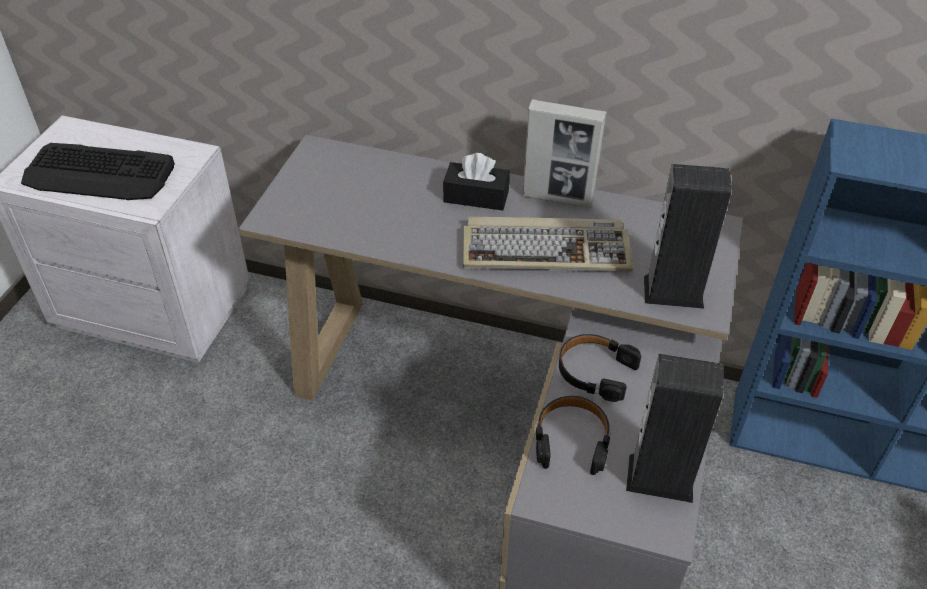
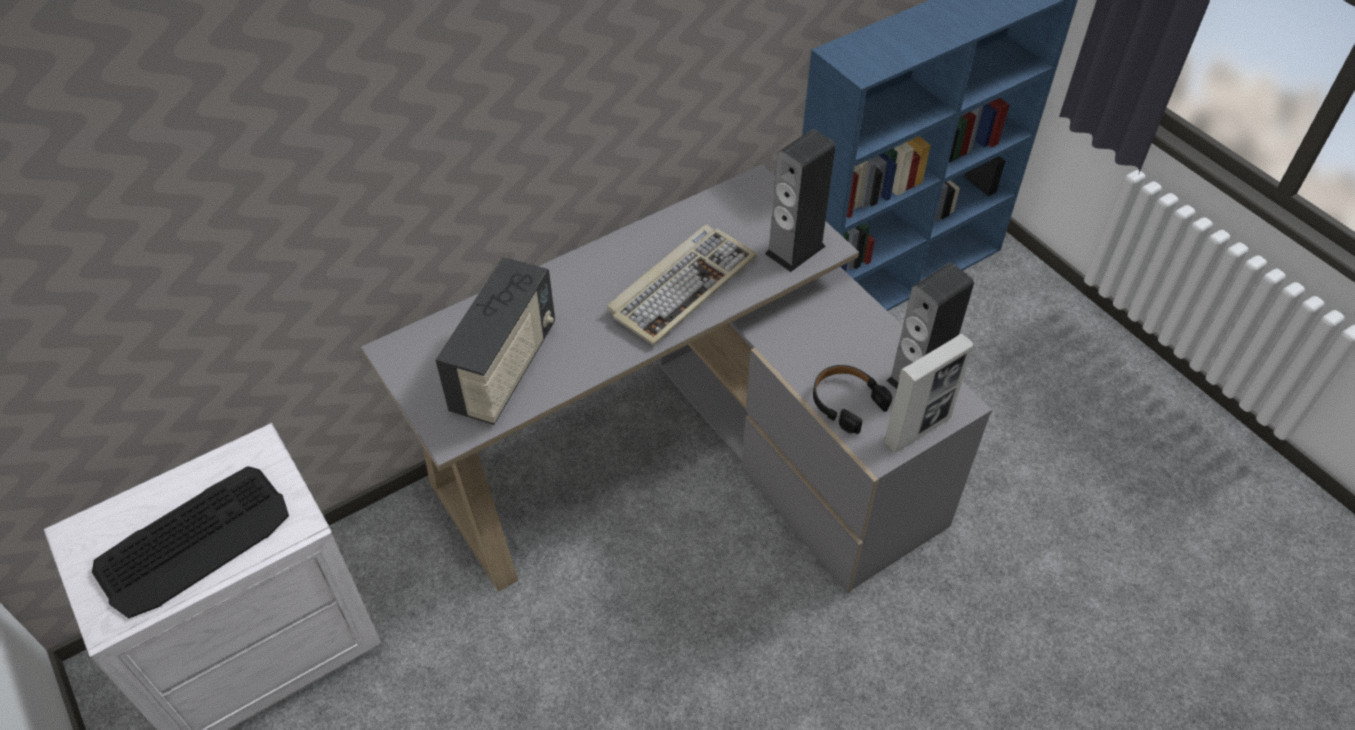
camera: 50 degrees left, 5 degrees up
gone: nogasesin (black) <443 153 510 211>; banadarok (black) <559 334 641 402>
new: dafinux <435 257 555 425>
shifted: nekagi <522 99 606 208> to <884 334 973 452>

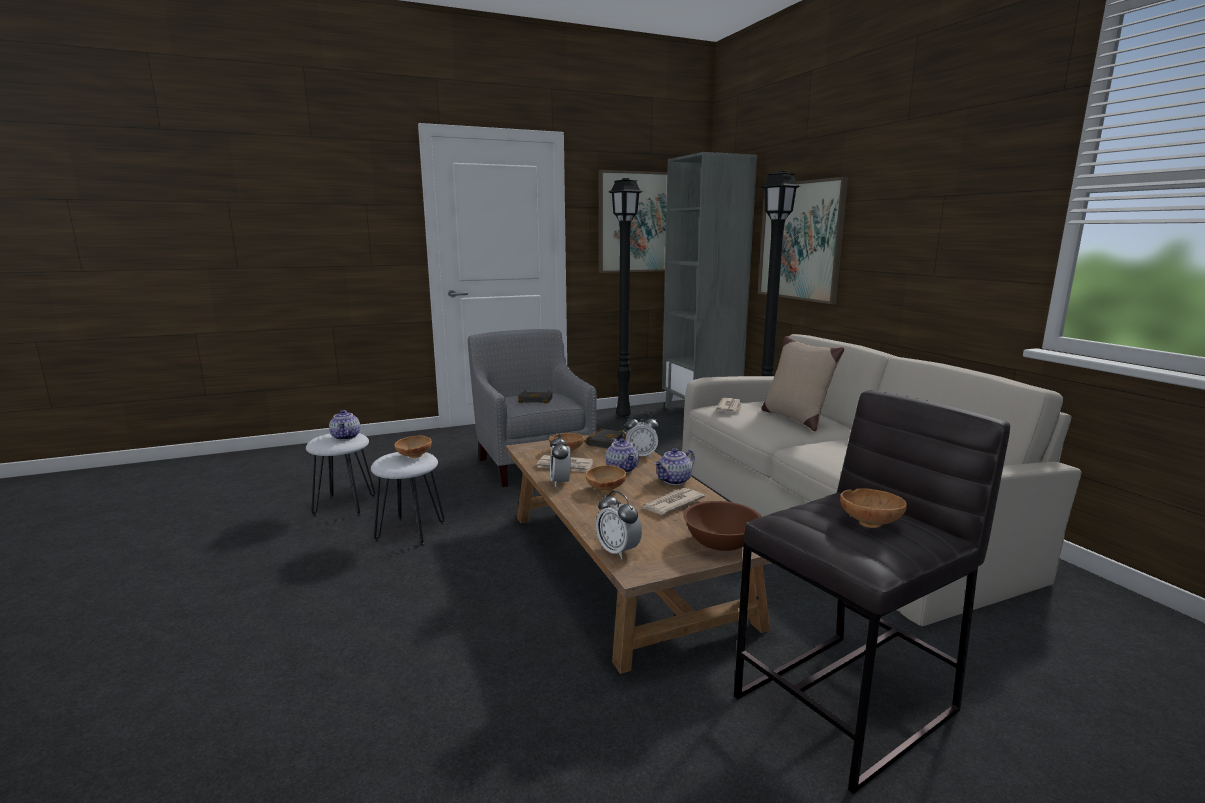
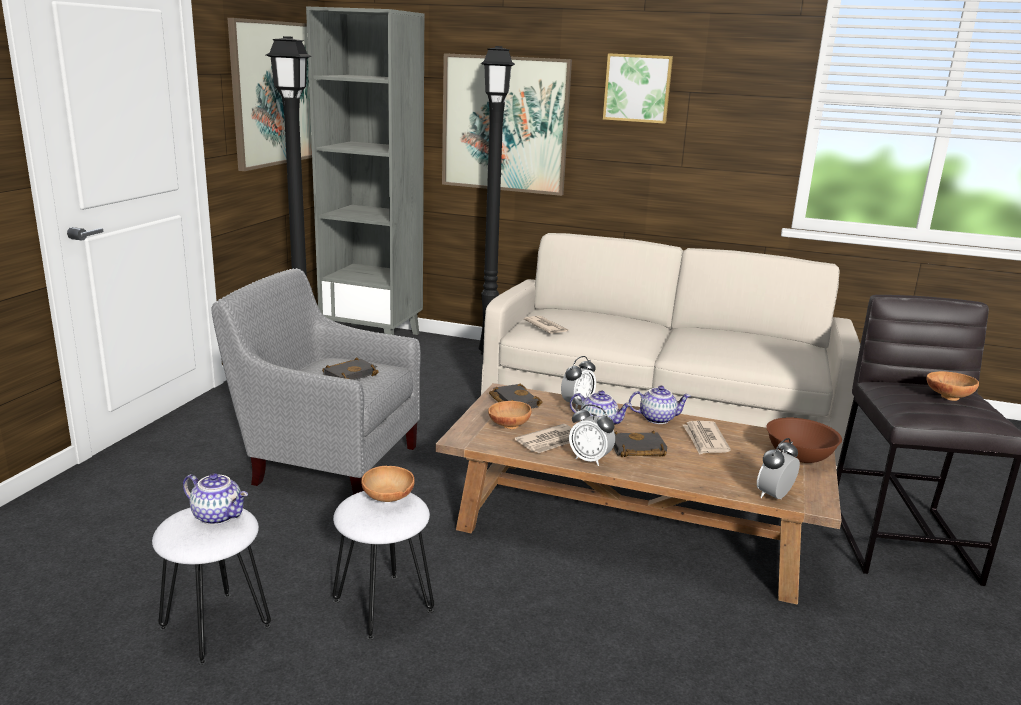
camera: 50 degrees left, 5 degrees up
gone: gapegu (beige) <762 336 845 431>
new: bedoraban <603 53 673 124>
swapped: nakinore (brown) <586 465 626 492> to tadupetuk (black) <613 430 667 457>
rotated: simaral <654 448 695 485> = <629 385 691 424> 90 degrees counterclockwise; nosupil <596 491 642 559> = <757 438 800 499> 135 degrees clockwise

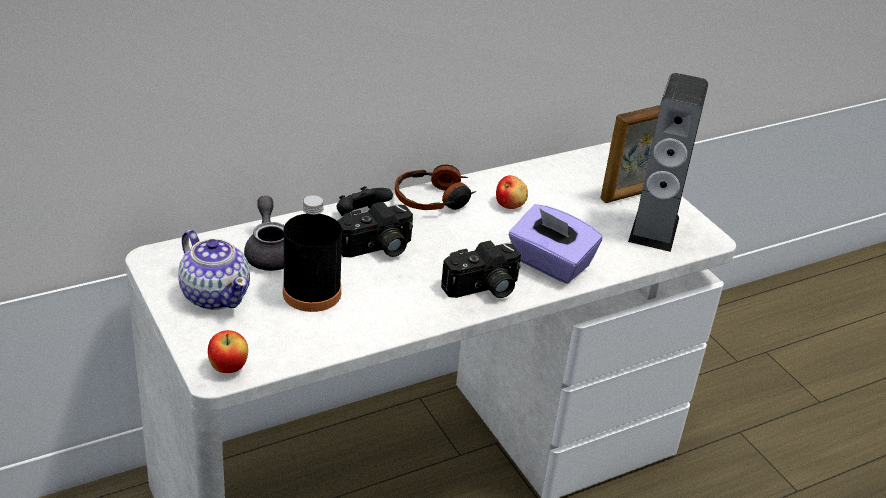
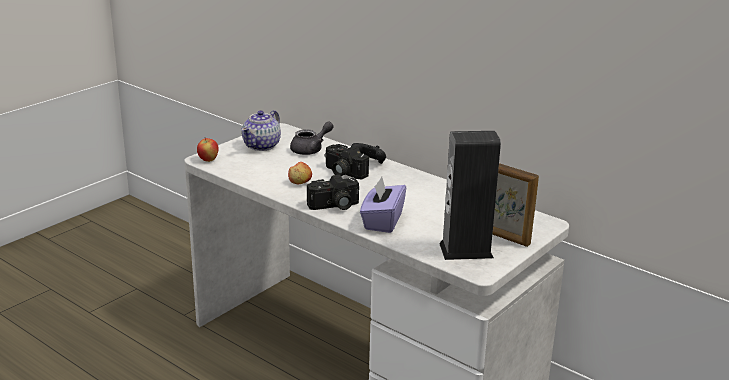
camera: 70 degrees right, 10 degrees down
gone: banadarok <395 165 476 210>; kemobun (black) <283 195 342 312>
shifted: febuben <496 175 528 209> to <288 162 312 184>
rotated: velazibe <441 240 521 298> = <307 175 359 210> 60 degrees counterclockwise

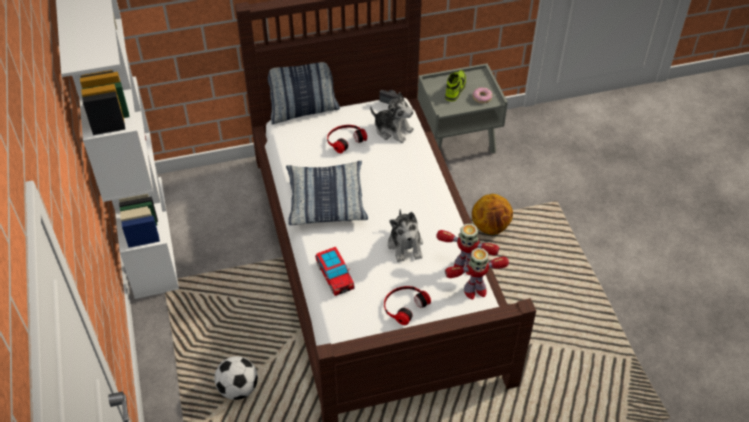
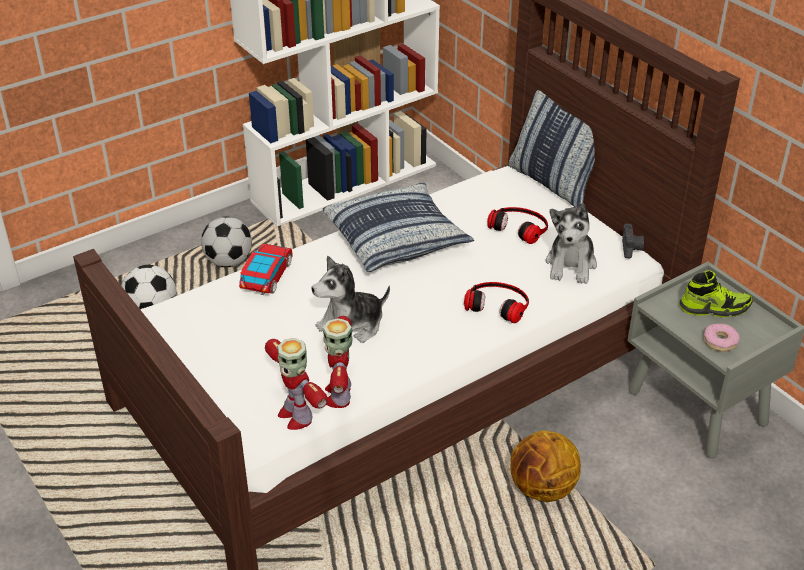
camera: 70 degrees right, 10 degrees down
new: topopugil <201 216 252 267>
shifted: banadarok <384 286 431 325> to <464 282 529 323>
rotated: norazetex <315 247 355 296> = <239 243 293 295> 150 degrees clockwise

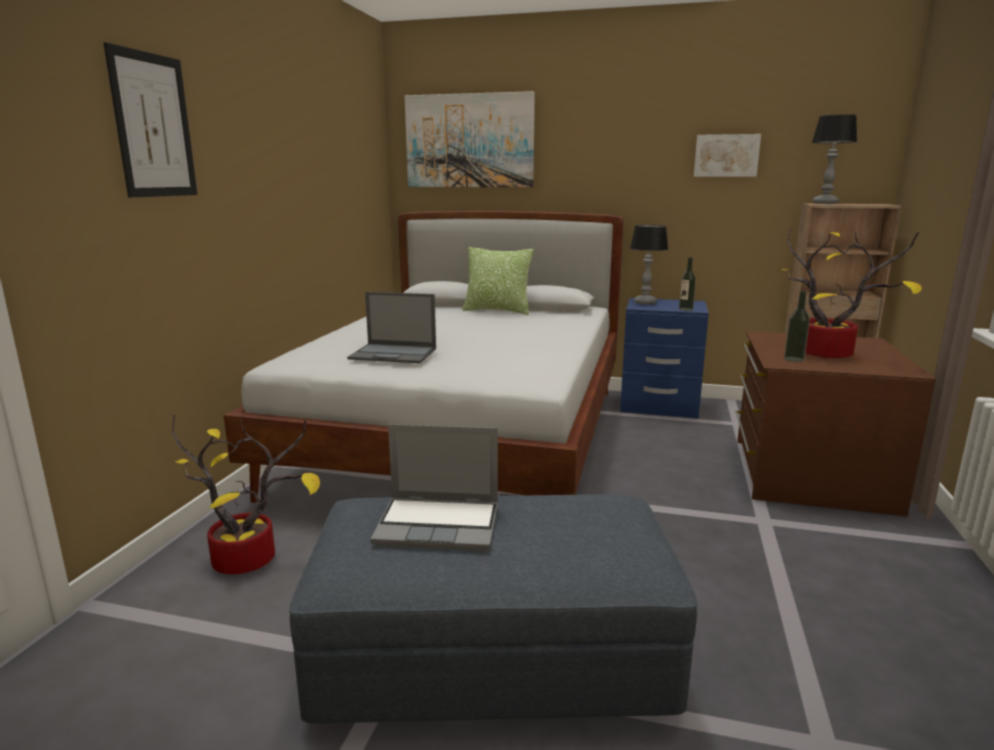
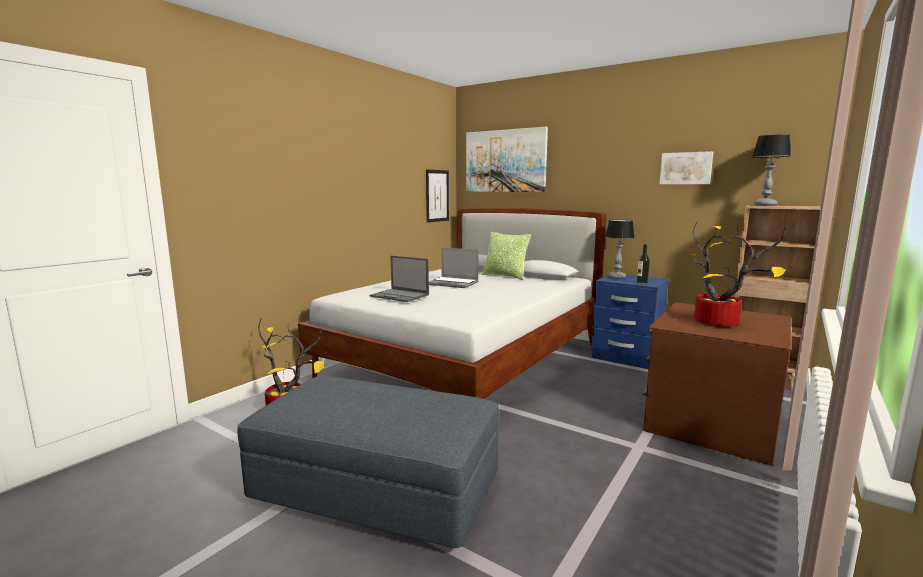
camera: 20 degrees right, 5 degrees down
gone: kemobun <784 291 810 362>
shifted: bedoraban <104 42 198 197> to <426 169 449 223>; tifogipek <370 424 498 551> to <429 247 478 288>

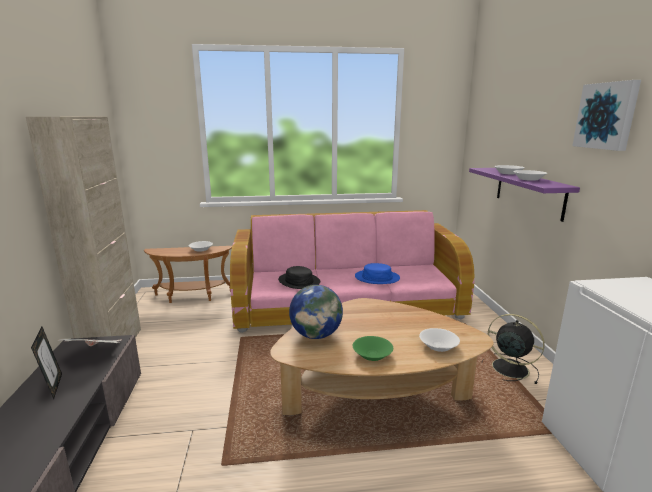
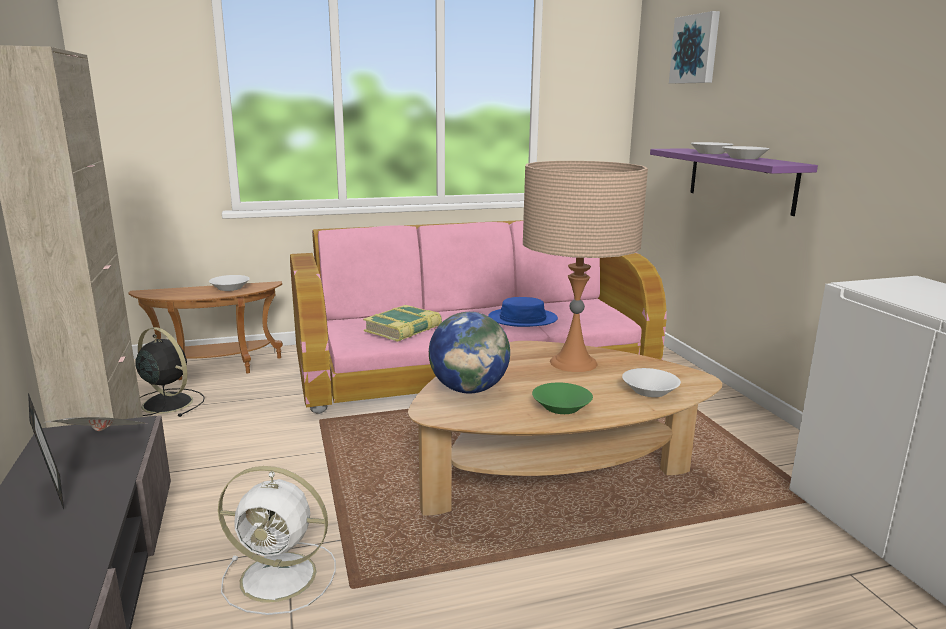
camera: 10 degrees left, 0 degrees up
new: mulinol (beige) <523 161 648 372>; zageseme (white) <218 466 336 615>
shifted: bedoraban <572 80 641 151> to <669 11 720 84>; zageseme (black) <482 314 545 384> to <135 327 205 417>
swapped: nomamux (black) <278 266 320 289> to tadupetuk <363 305 442 342>

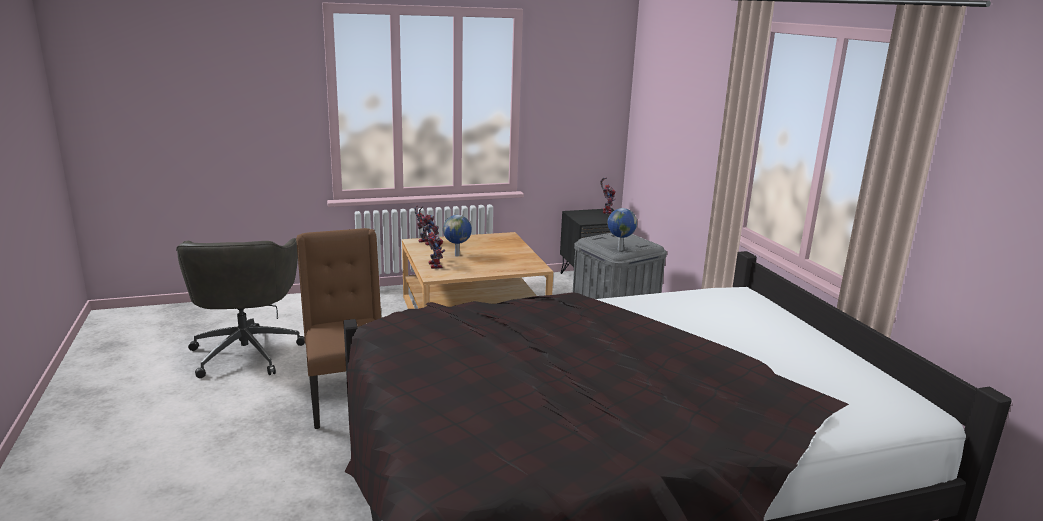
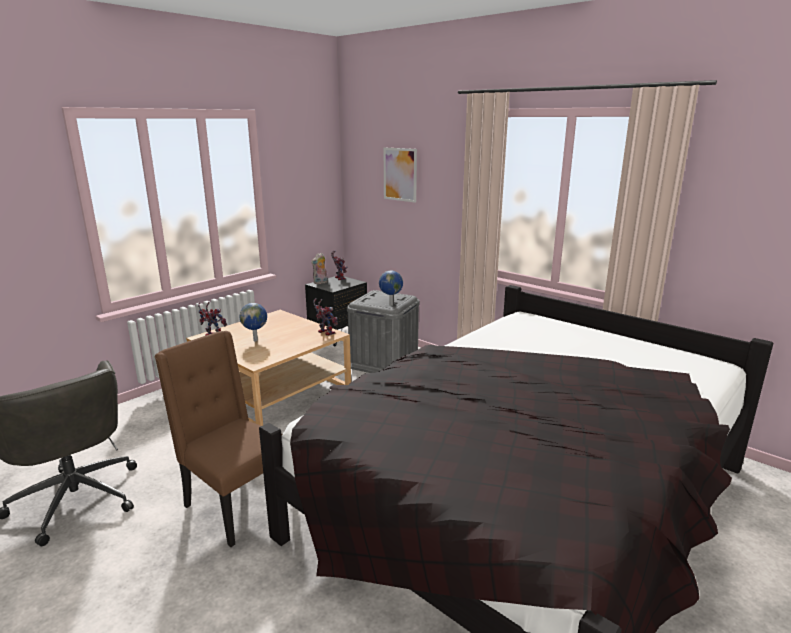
camera: 30 degrees left, 0 degrees up
new: bedoraban <384 147 417 203>; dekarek <311 253 328 284>
shifted: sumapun <424 224 445 269> to <313 298 338 336>

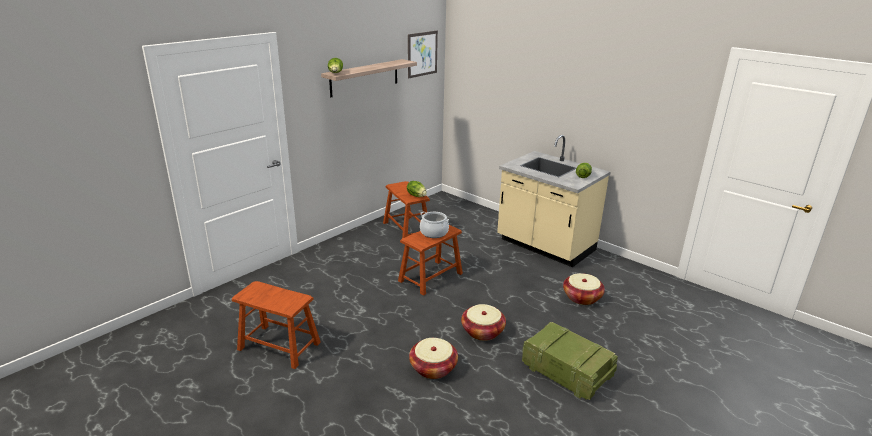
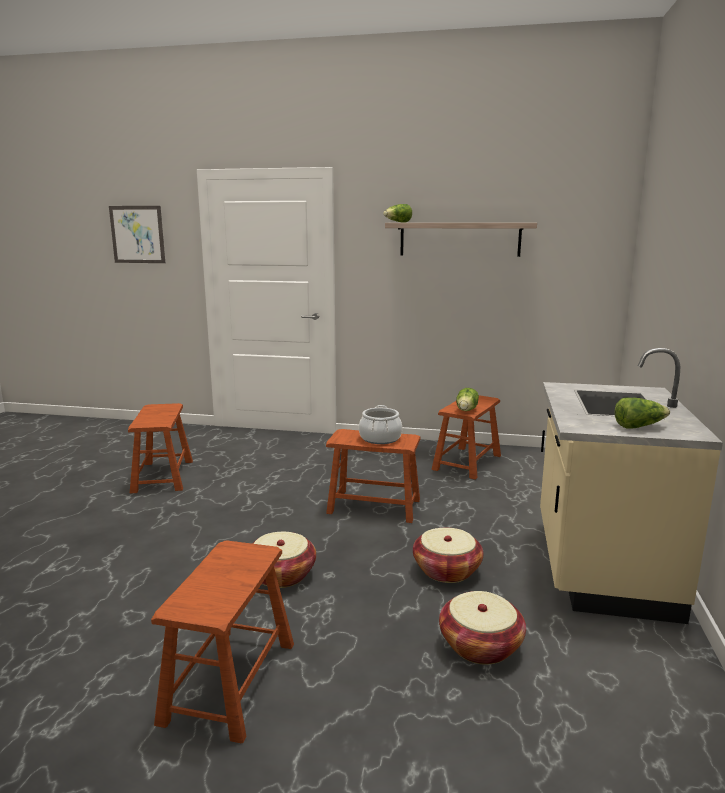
camera: 60 degrees right, 10 degrees down
shifted: bedoraban <408 31 438 78> to <109 206 165 263>; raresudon <409 338 458 379> to <413 528 483 583>
swapped: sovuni <522 322 618 400> to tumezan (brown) <151 540 294 743>

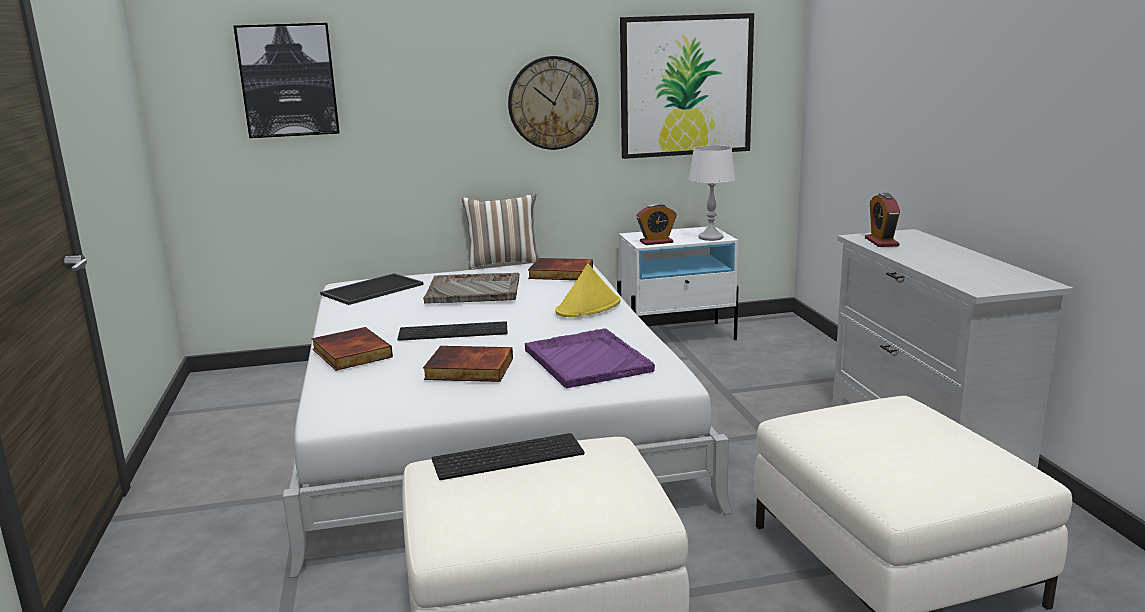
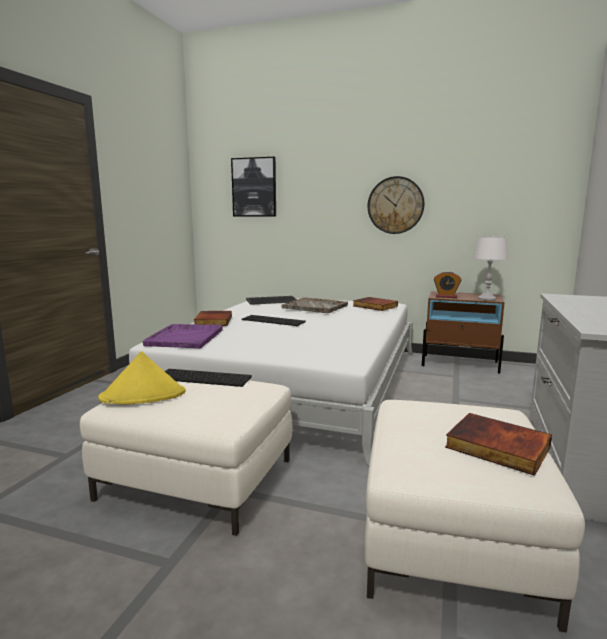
camera: 30 degrees right, 5 degrees down
gone: bedoraban <620 13 754 159>; gapegu <462 193 539 269>; nosupil <865 193 900 247>
shifted: nomamux (yellow) <555 264 621 317> to <98 352 186 404>; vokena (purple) <525 328 655 388> to <143 324 223 348>; tadupetuk <423 346 513 382> to <445 413 552 476>
repainted: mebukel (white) <617 227 739 340> to mebukel (brown) <422 291 505 374>

